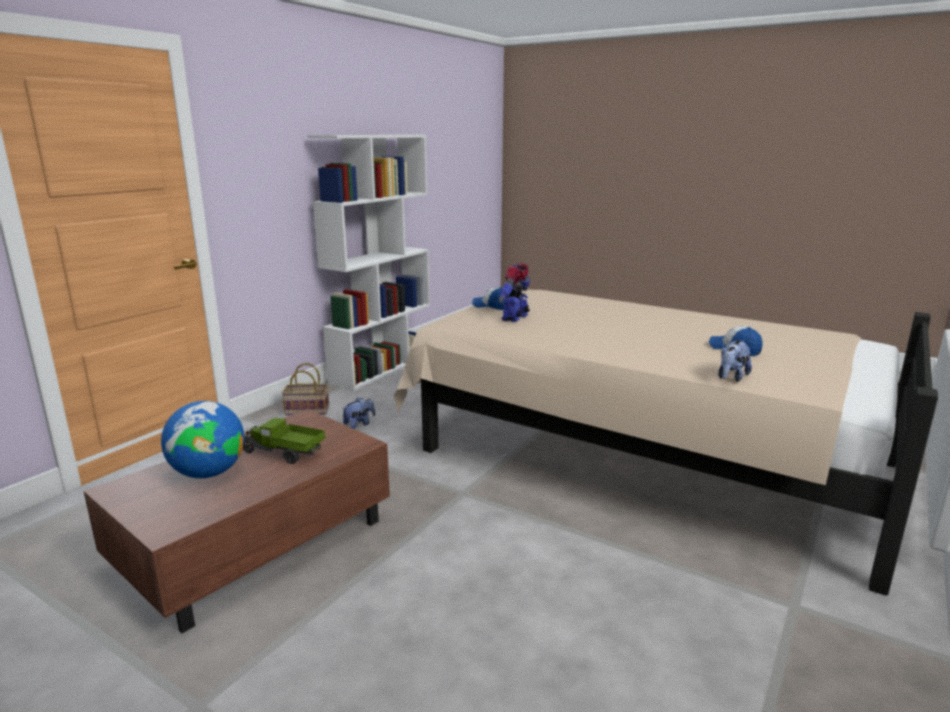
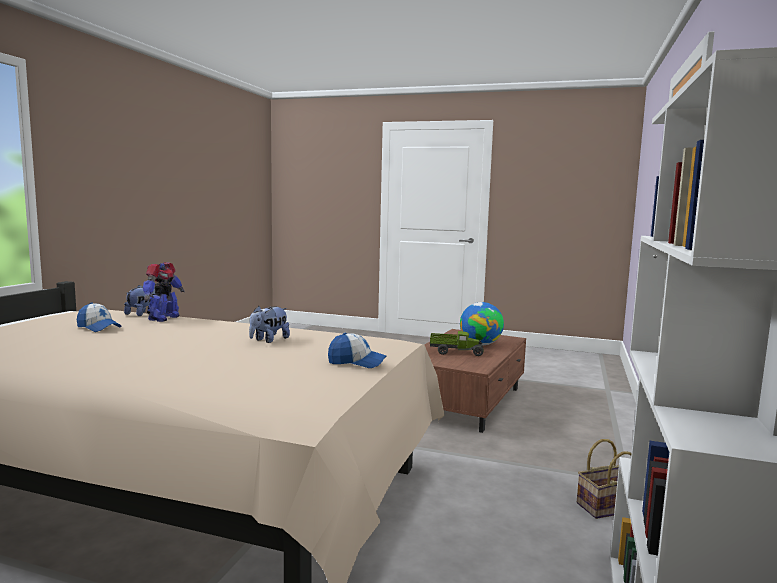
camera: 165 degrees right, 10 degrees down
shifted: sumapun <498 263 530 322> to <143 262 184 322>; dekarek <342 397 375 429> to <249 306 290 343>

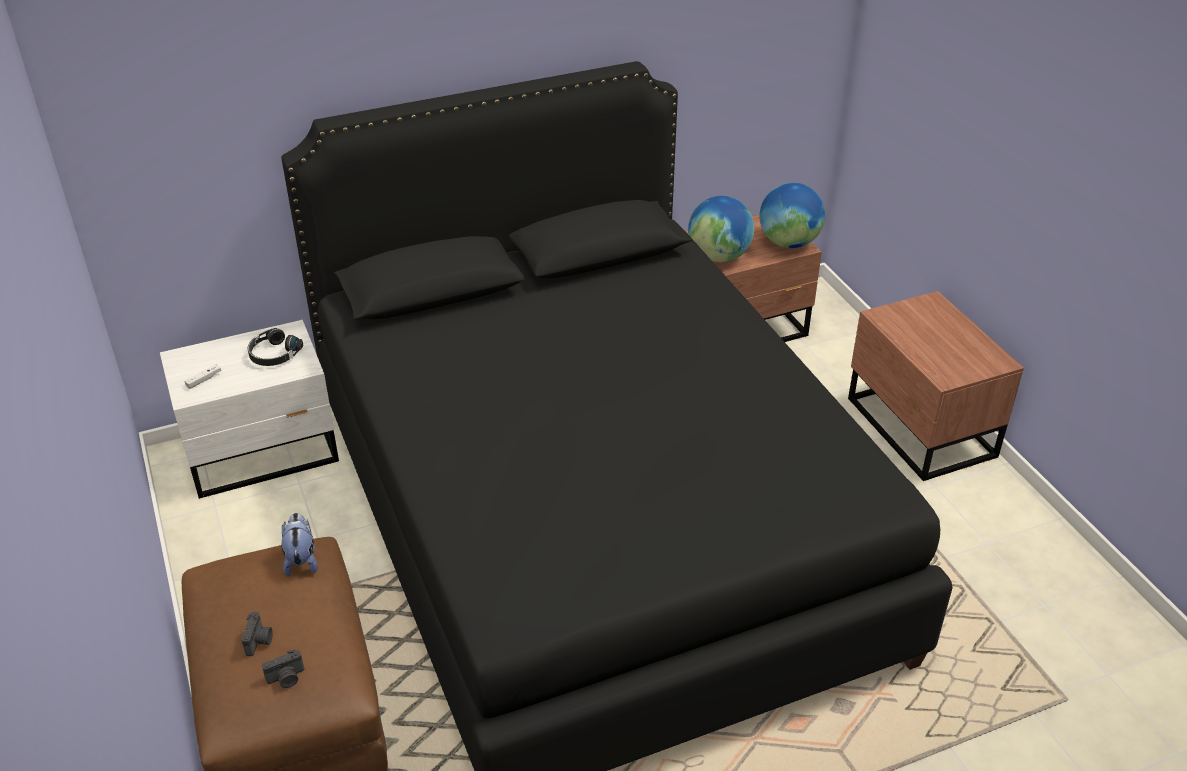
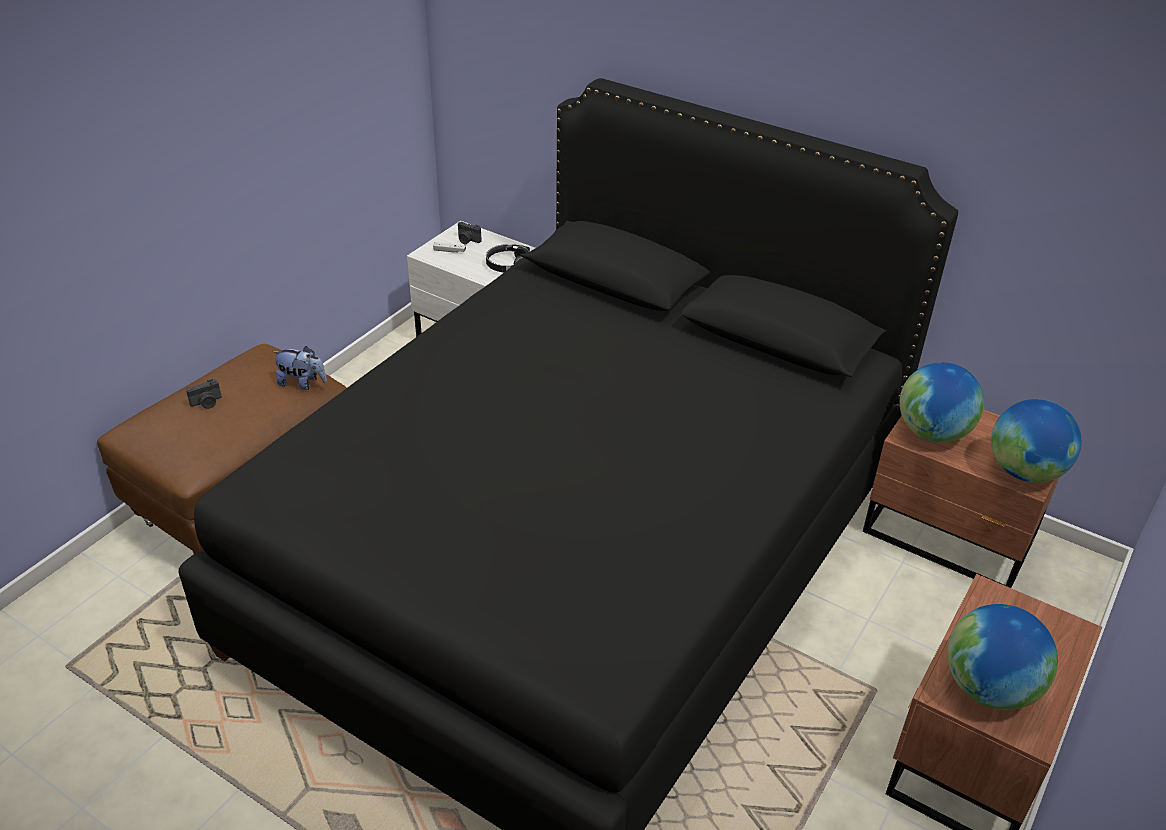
camera: 55 degrees right, 0 degrees up
new: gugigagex <947 604 1058 710>
shifted: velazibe <262 650 304 688> to <458 222 482 244>
rotated: dekarek <281 513 318 577> = <272 346 327 390> 60 degrees clockwise

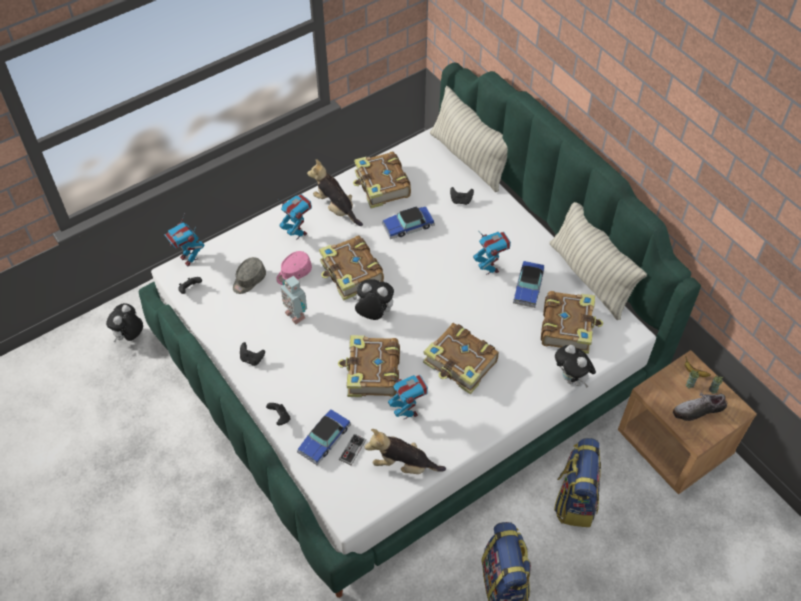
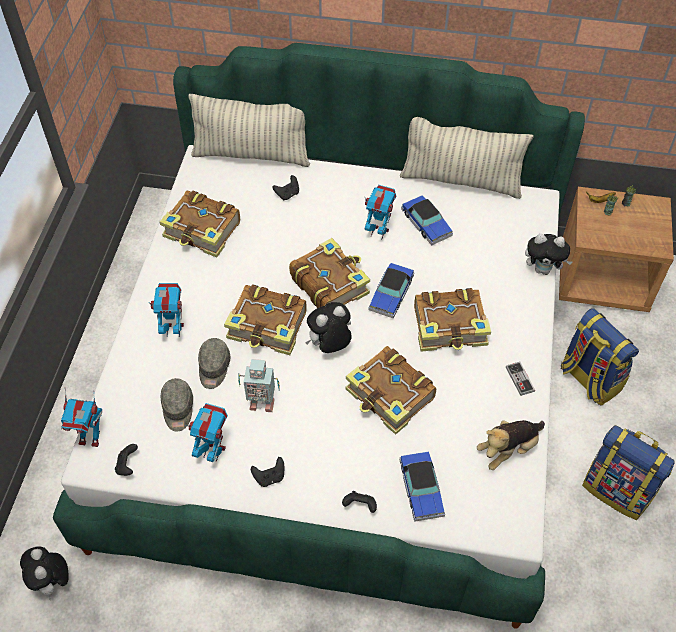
camera: 45 degrees left, 0 degrees up
gone: dekarek <307 159 363 226>; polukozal <673 393 727 421>
shifted: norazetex <382 206 435 239> to <369 263 414 318>; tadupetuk <541 291 603 354> to <289 238 370 308>; sumapun <388 375 428 419> to <185 403 228 462>; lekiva <339 434 366 465> to <506 362 535 396>
repainted: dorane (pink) <276 251 312 285> to dorane (grey) <198 338 231 389>

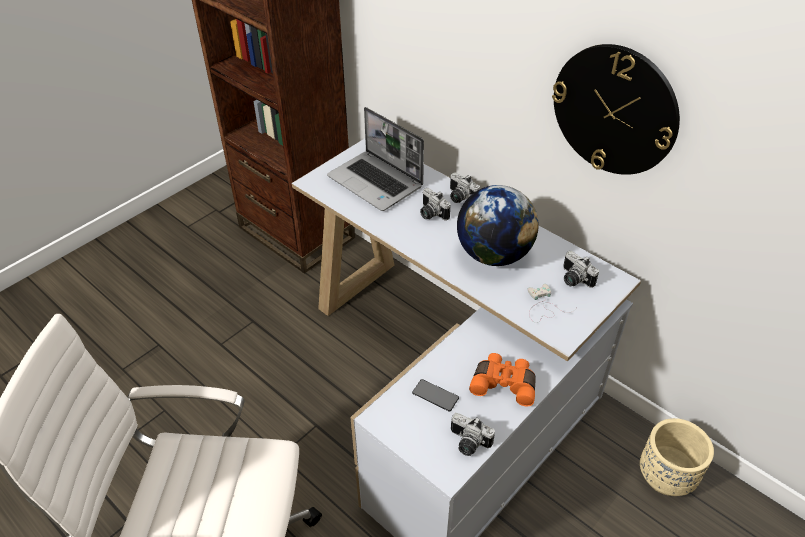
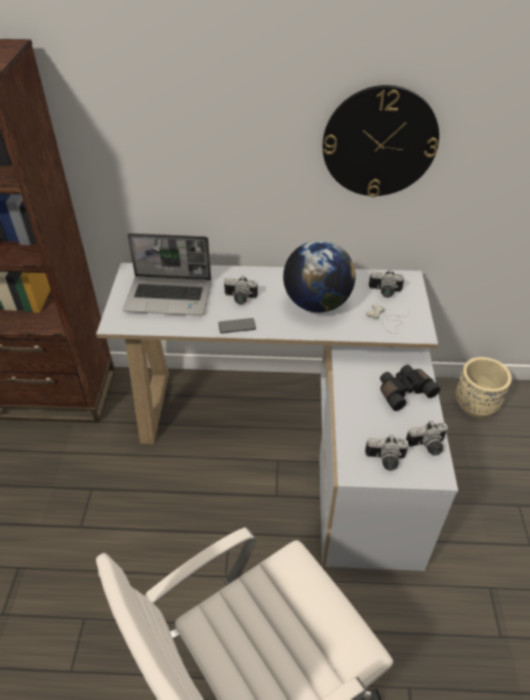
camera: 40 degrees left, 0 degrees up
shifted: velazibe <450 172 480 203> to <365 435 409 471>; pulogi <412 379 459 412> to <219 318 256 333>
repainted: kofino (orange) <469 353 536 406> to kofino (black) <380 365 441 411>

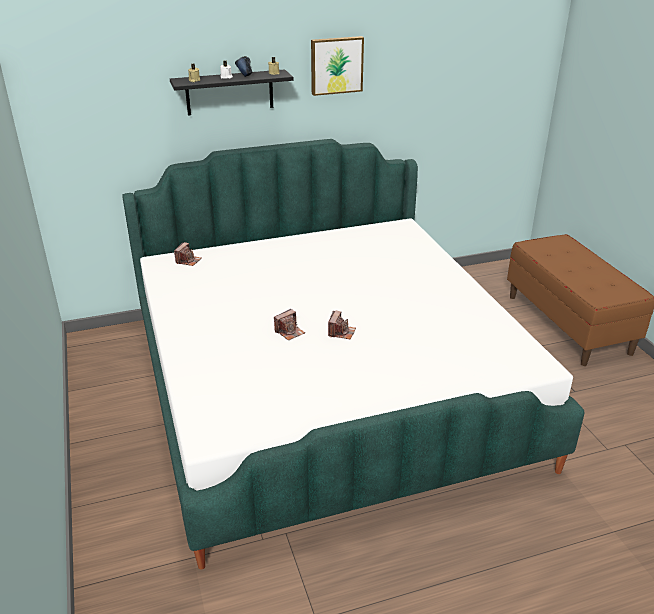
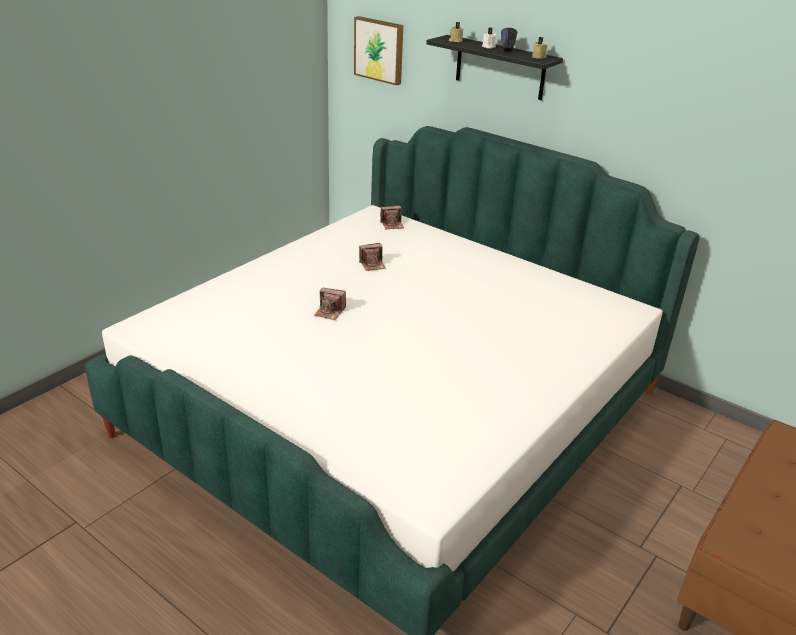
camera: 55 degrees right, 0 degrees up
shifted: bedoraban <311 36 364 96> to <354 16 403 85>; velazibe <328 310 356 340> to <359 243 386 271>

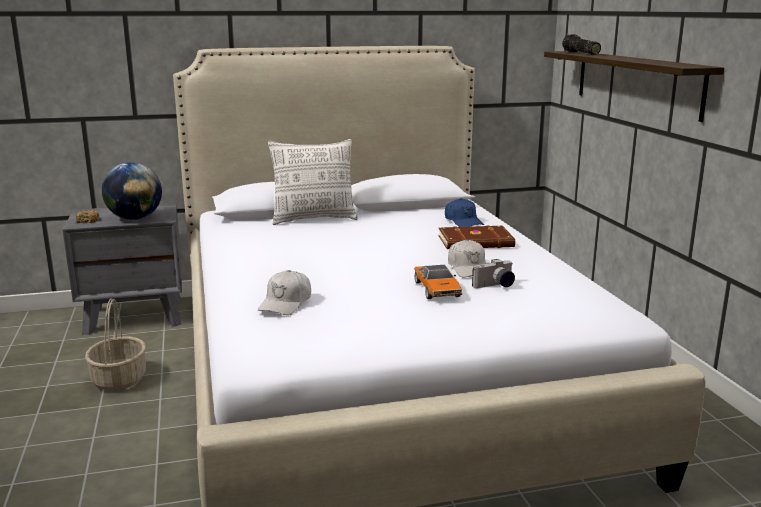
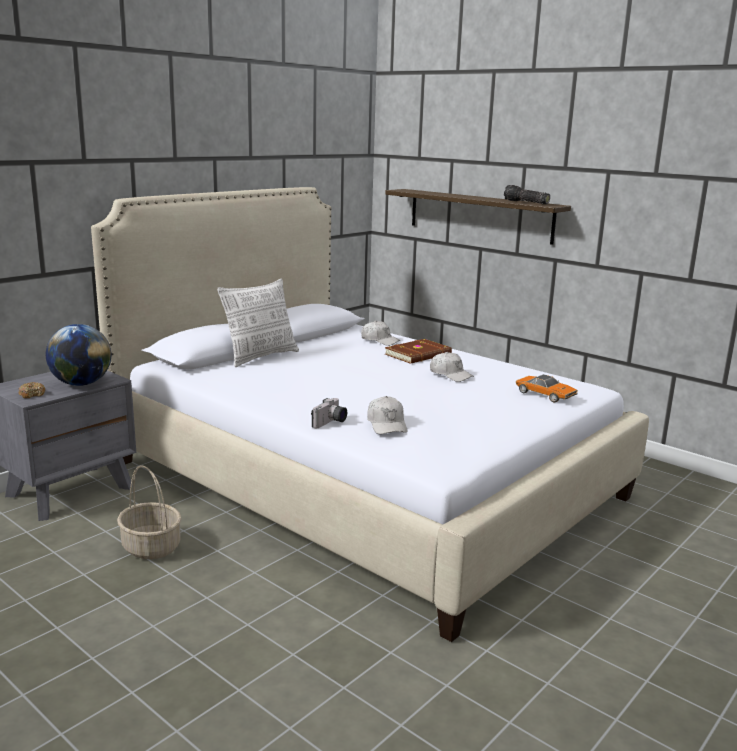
camera: 35 degrees left, 0 degrees up
shifted: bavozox <562 34 601 55> to <504 185 550 204>; velazibe <472 259 515 288> to <311 398 347 428>; norazetex <414 265 462 299> to <516 374 578 403>
repainted: dorane (blue) <445 198 484 227> to dorane (white) <361 321 400 346>

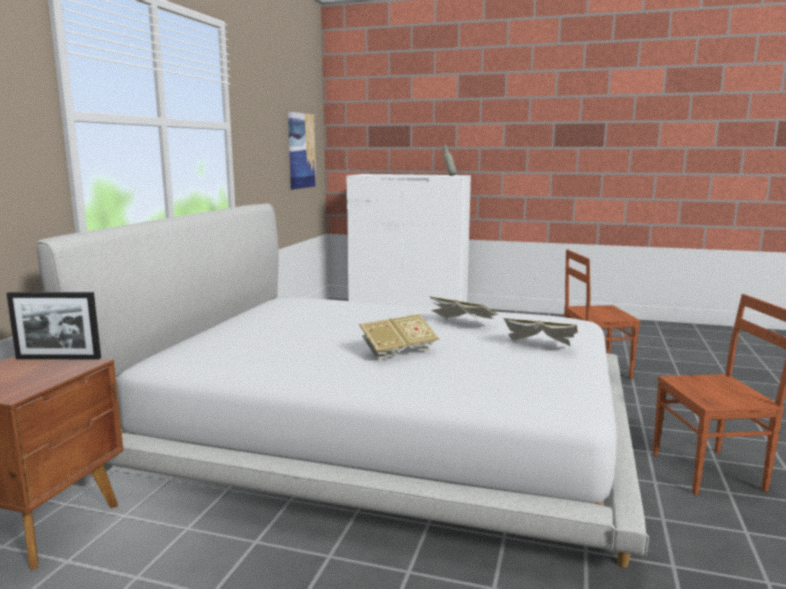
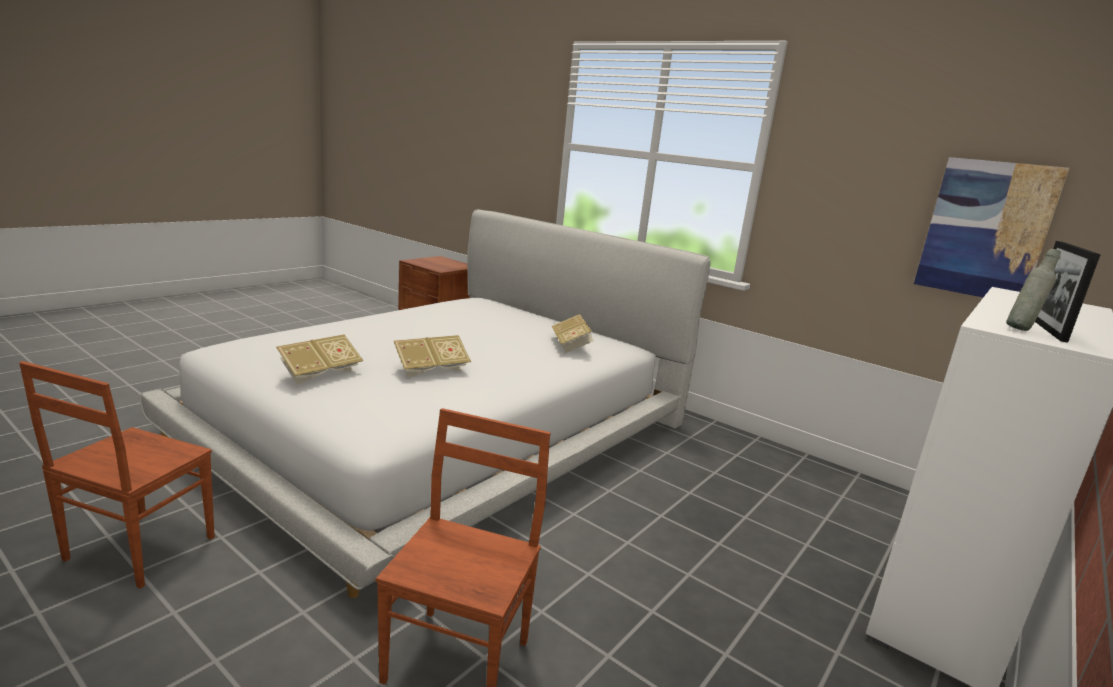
camera: 110 degrees right, 5 degrees up
shifted: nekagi <6 292 101 359> to <1035 241 1101 343>; tadupetuk <359 314 440 361> to <552 314 594 353>

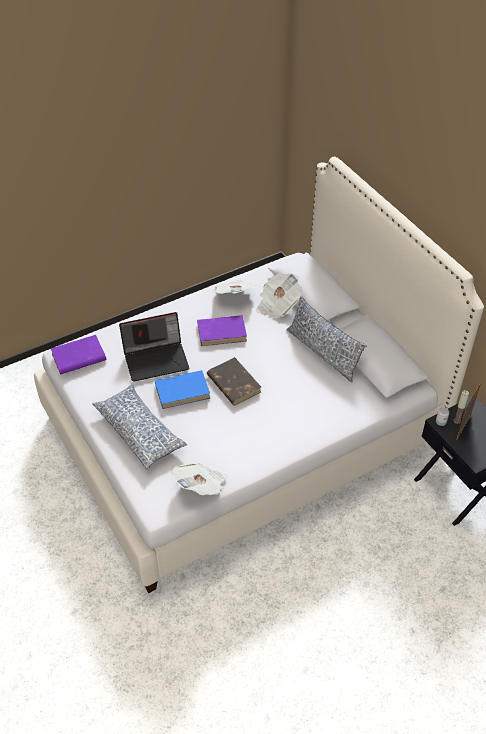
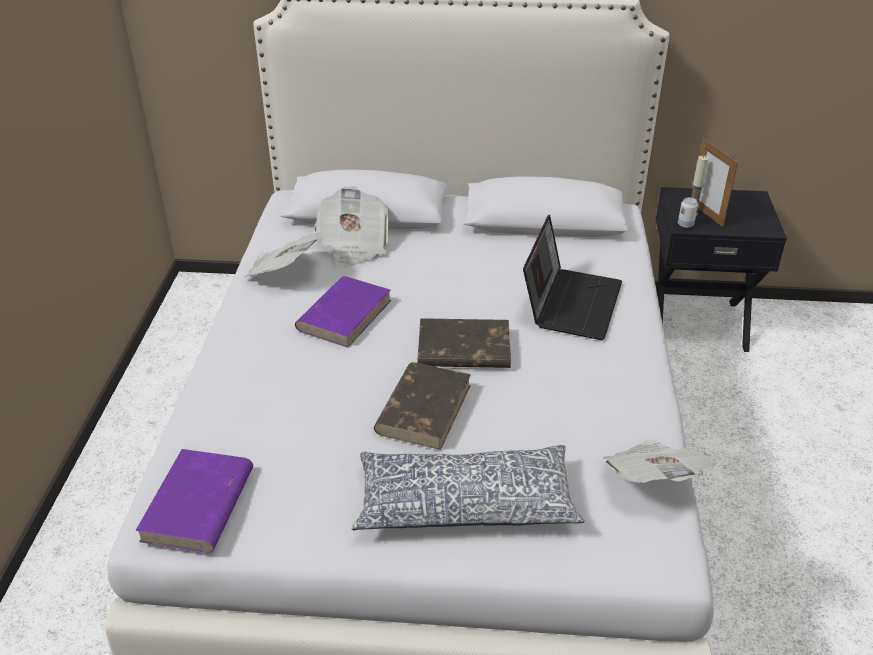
camera: 55 degrees left, 10 degrees down
gone: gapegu <286 296 366 383>
shifted: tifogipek <119 312 189 382> to <523 215 622 340>
repainted: tadupetuk (blue) <155 370 210 409> to tadupetuk (brown) <374 362 471 450>

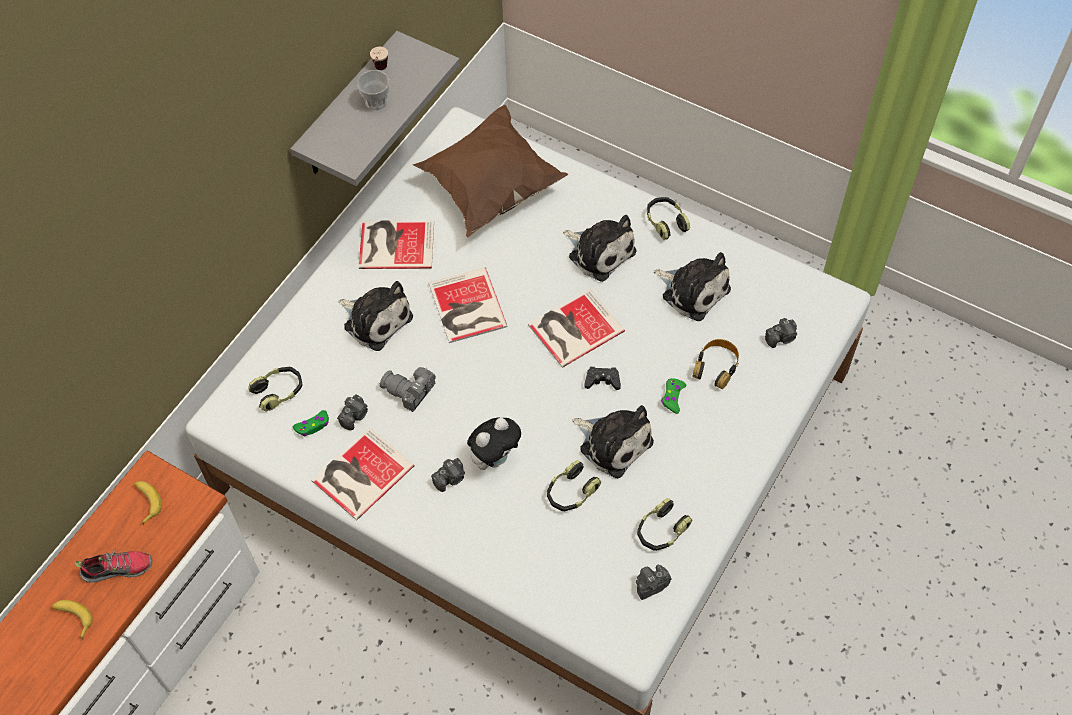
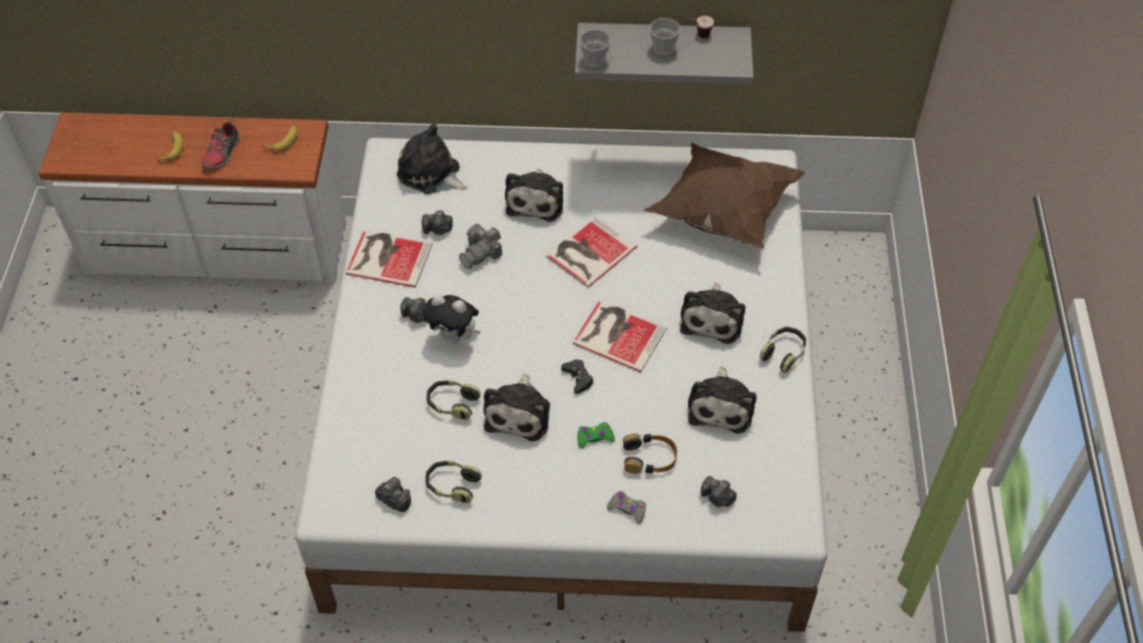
camera: 60 degrees right, 5 degrees down
gone: tadupetuk <358 220 434 269>; lekiva (green) <293 410 329 436>
new: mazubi <579 29 611 68>; lekiva (grey) <607 491 646 524>
swapped: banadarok <248 367 303 412> to dekarek <397 123 468 194>
rotated: velazibe <380 367 436 412> = <459 224 502 269> 135 degrees counterclockwise; polukozal <75 550 152 583> = <202 118 240 169> 60 degrees clockwise

